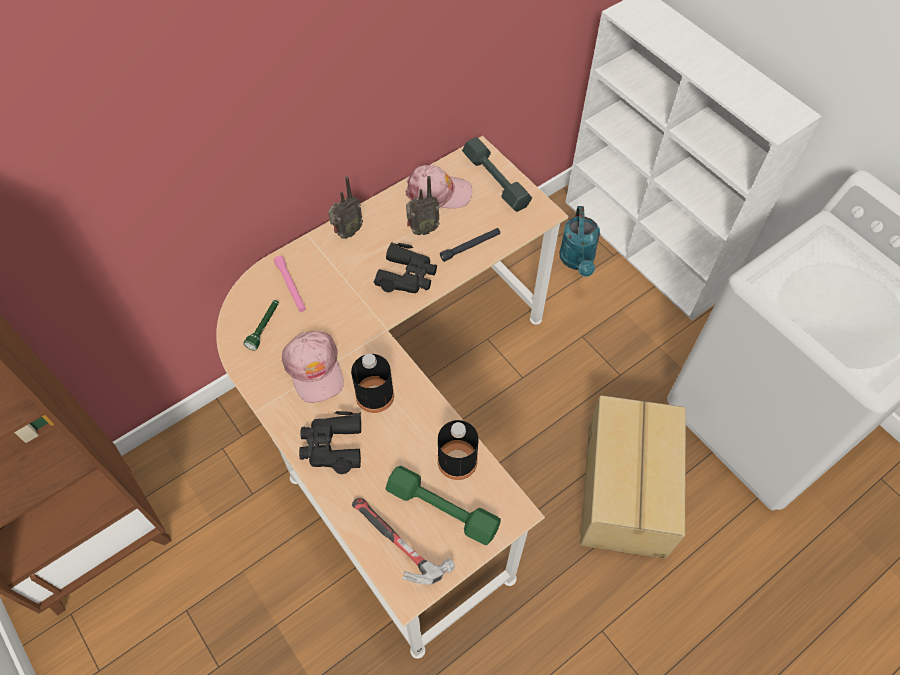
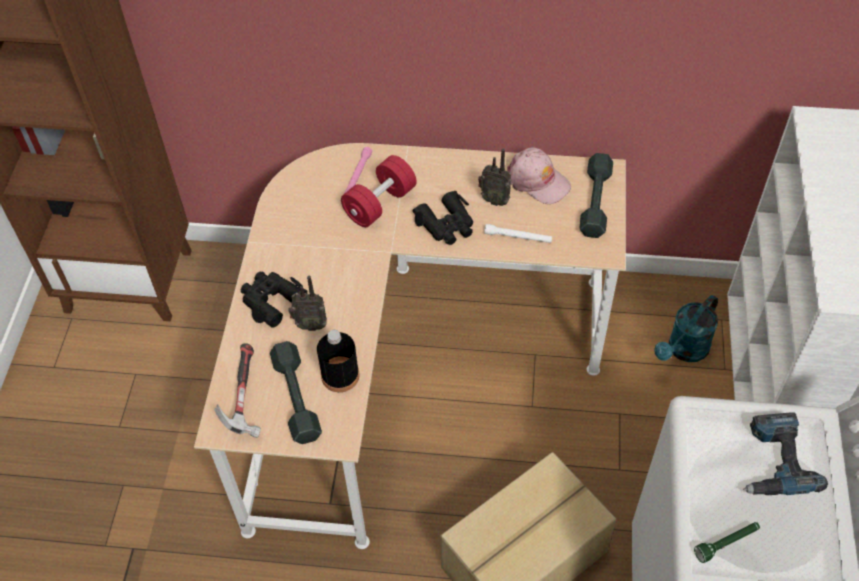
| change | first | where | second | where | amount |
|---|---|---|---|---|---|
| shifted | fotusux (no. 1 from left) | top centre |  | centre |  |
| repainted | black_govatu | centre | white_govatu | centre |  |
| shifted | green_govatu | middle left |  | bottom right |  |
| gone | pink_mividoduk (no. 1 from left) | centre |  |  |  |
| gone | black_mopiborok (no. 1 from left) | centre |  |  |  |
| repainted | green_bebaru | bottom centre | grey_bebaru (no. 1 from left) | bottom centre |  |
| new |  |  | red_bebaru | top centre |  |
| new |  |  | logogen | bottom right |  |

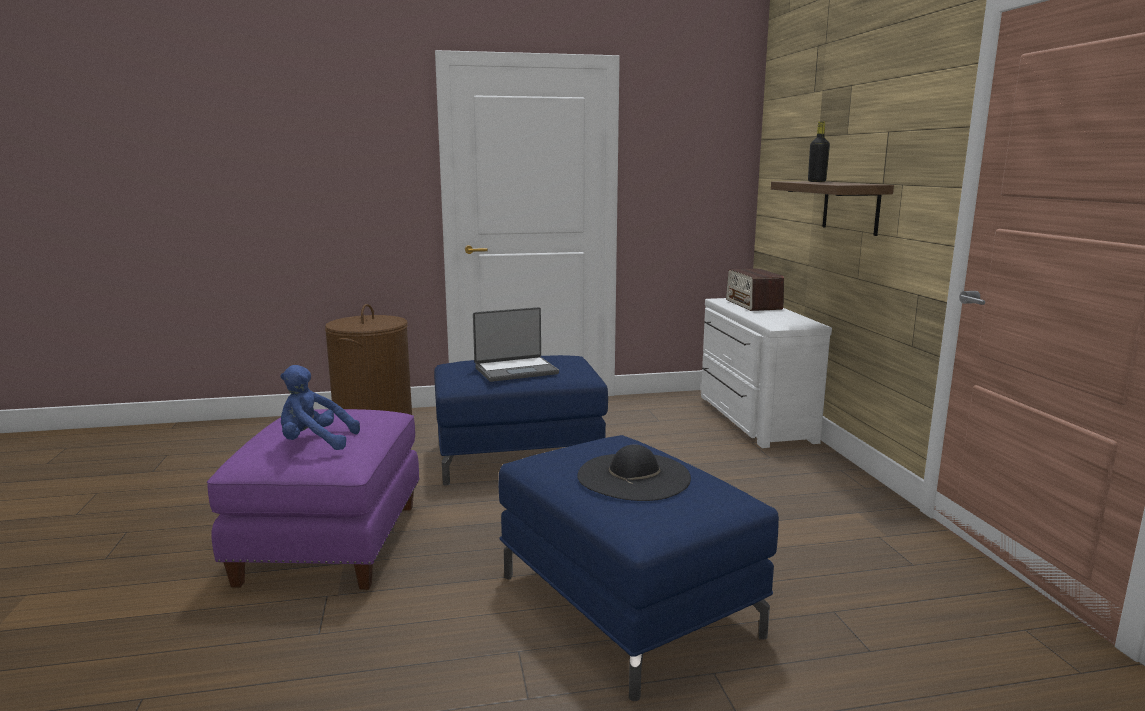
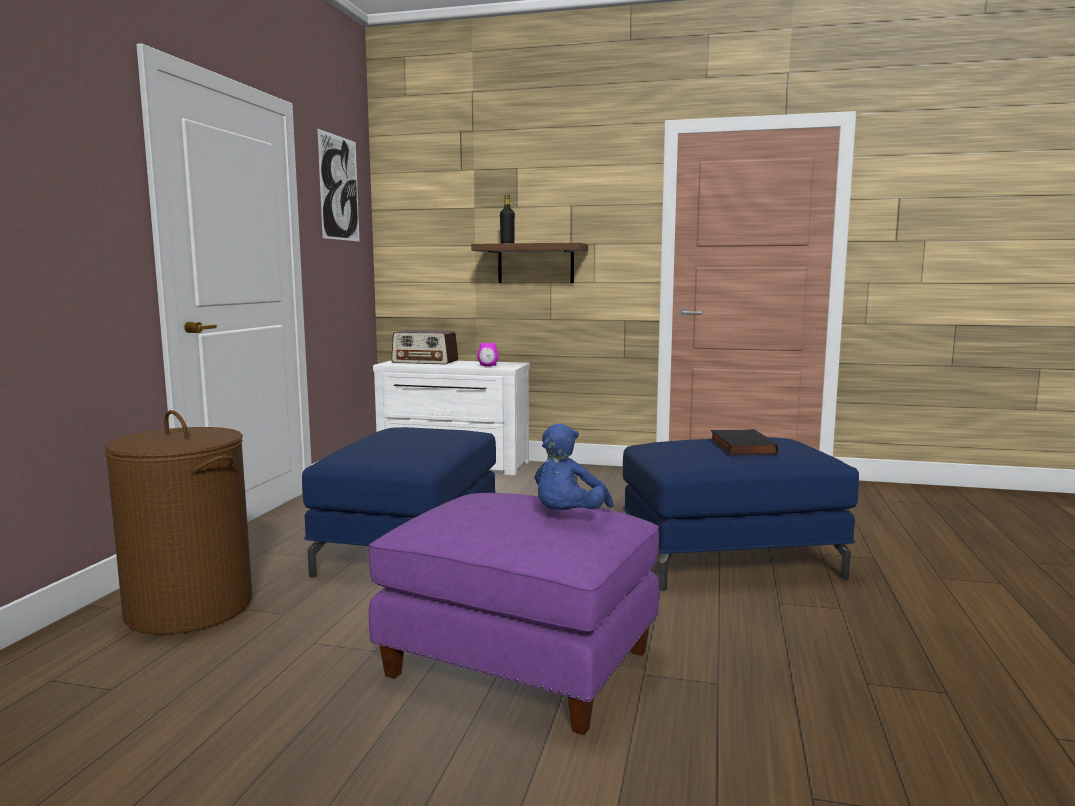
| change | first | where | second | where | amount |
|---|---|---|---|---|---|
| gone | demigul | centre |  |  |  |
| swapped | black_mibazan | centre | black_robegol | middle right |  |
| new |  |  | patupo | top left |  |
| new |  |  | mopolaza | centre |  |

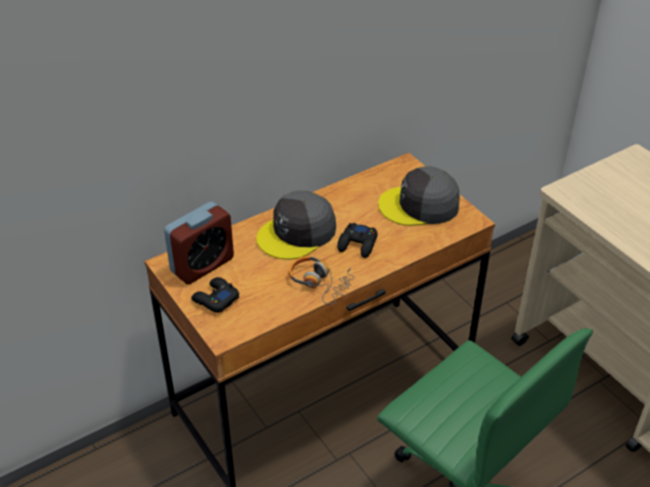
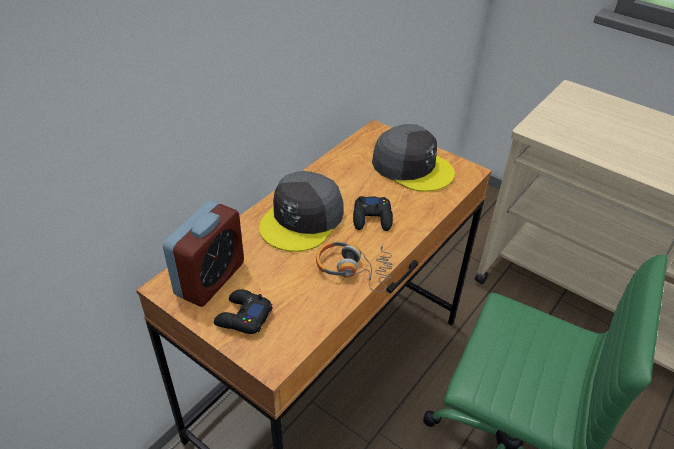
| change | first | where | second | where | amount |
|---|---|---|---|---|---|
| rotated | grey_mividoduk (no. 2 from left) | centre |  | centre | 120 degrees counterclockwise |

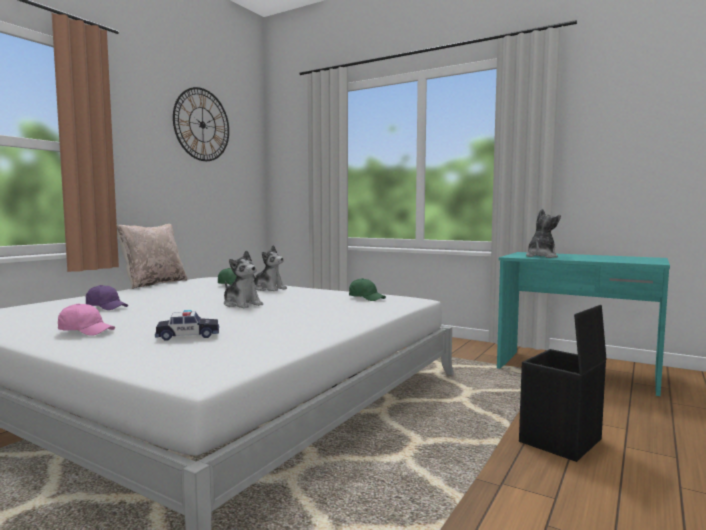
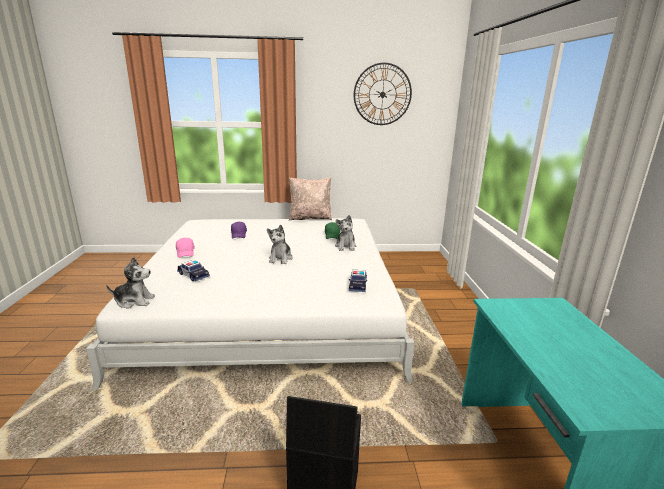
| change | first | where | second | where | amount |
|---|---|---|---|---|---|
| shifted | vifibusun (no. 3 from left in the first image) | middle right | vifibusun (no. 1 from left) | middle left |  |
| swapped | green_mividoduk (no. 2 from left) | centre | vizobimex (no. 2 from left) | centre |  |

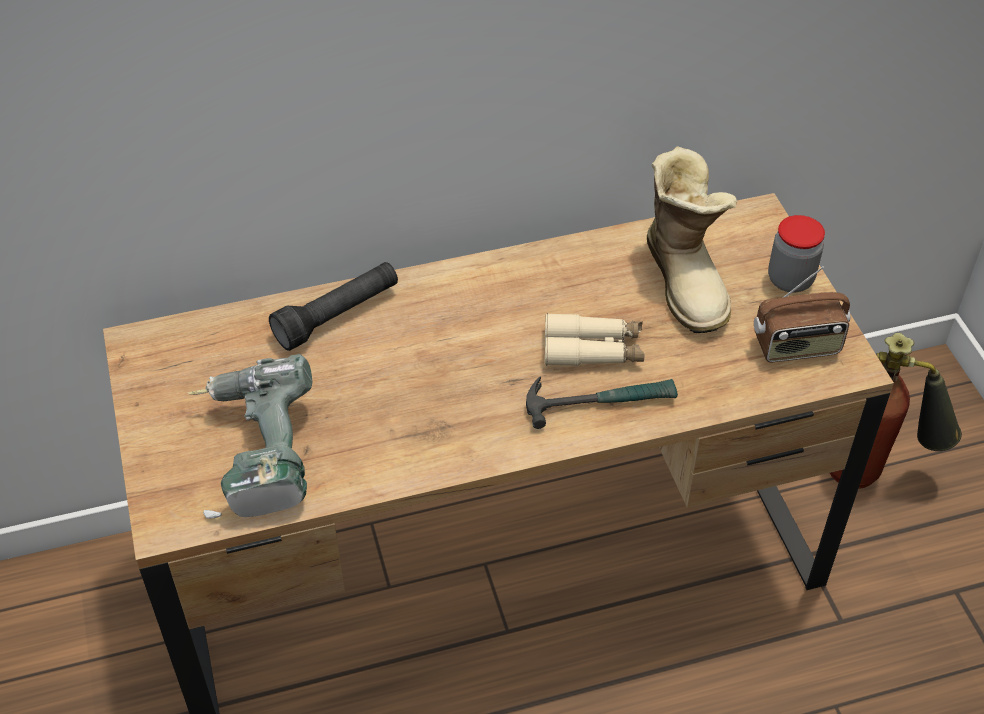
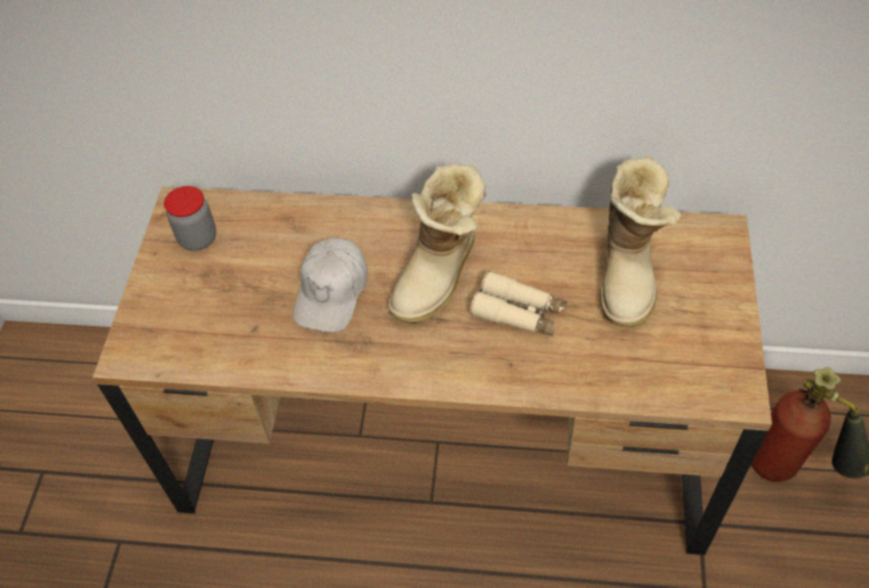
| change | first | where | second | where | amount |
|---|---|---|---|---|---|
| shifted | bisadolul | middle right |  | middle left |  |
| gone | black_govatu | centre |  |  |  |
| gone | fotusux | middle right |  |  |  |
| gone | logogen | middle left |  |  |  |
| gone | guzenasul | centre |  |  |  |
| new |  |  | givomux (no. 1 from left) | centre |  |
| new |  |  | white_mividoduk | centre |  |

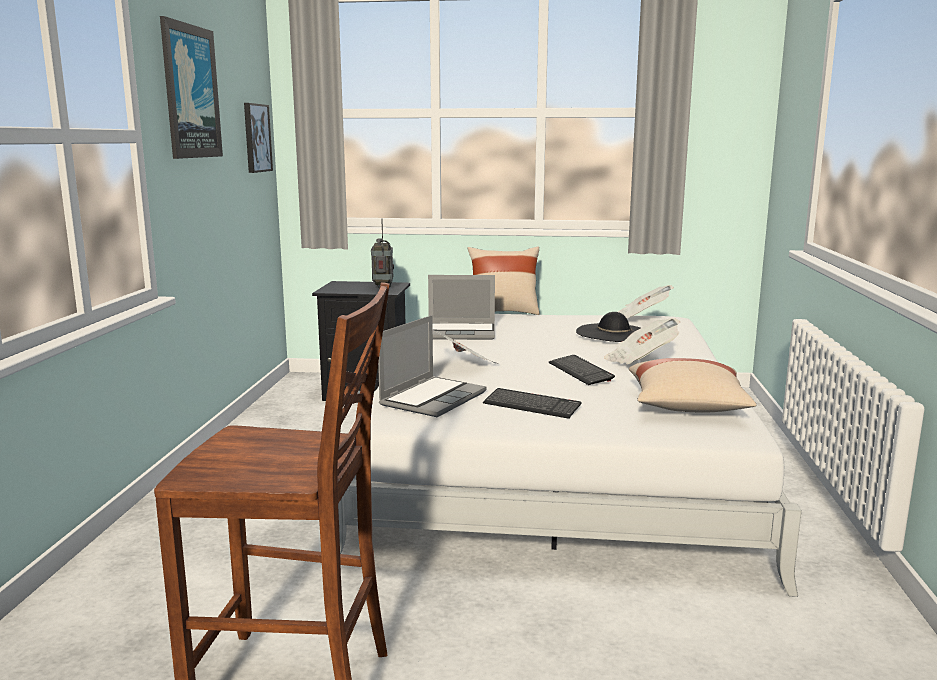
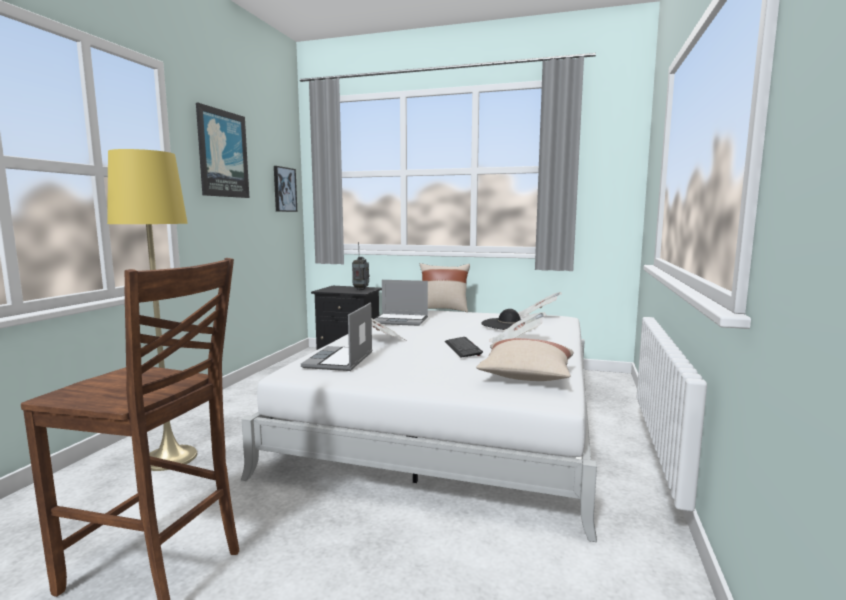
| change | first | where | second | where | amount |
|---|---|---|---|---|---|
| rotated | demigul (no. 1 from left) | centre |  | centre | 150 degrees clockwise |
| gone | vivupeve (no. 1 from left) | centre |  |  |  |
| new |  |  | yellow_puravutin | middle left |  |

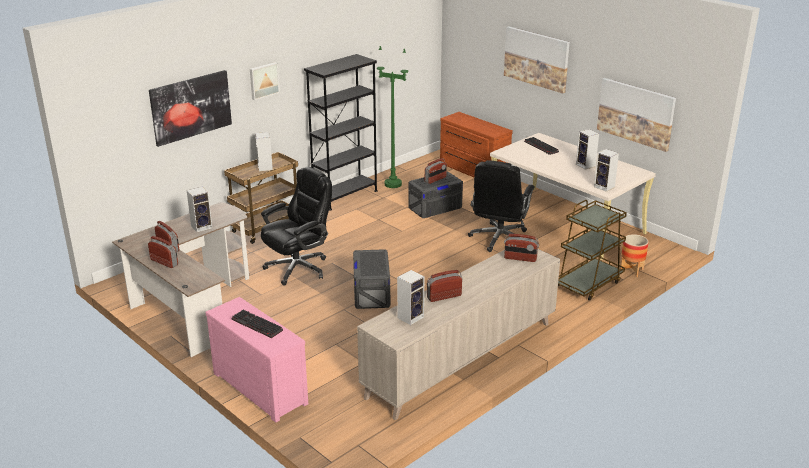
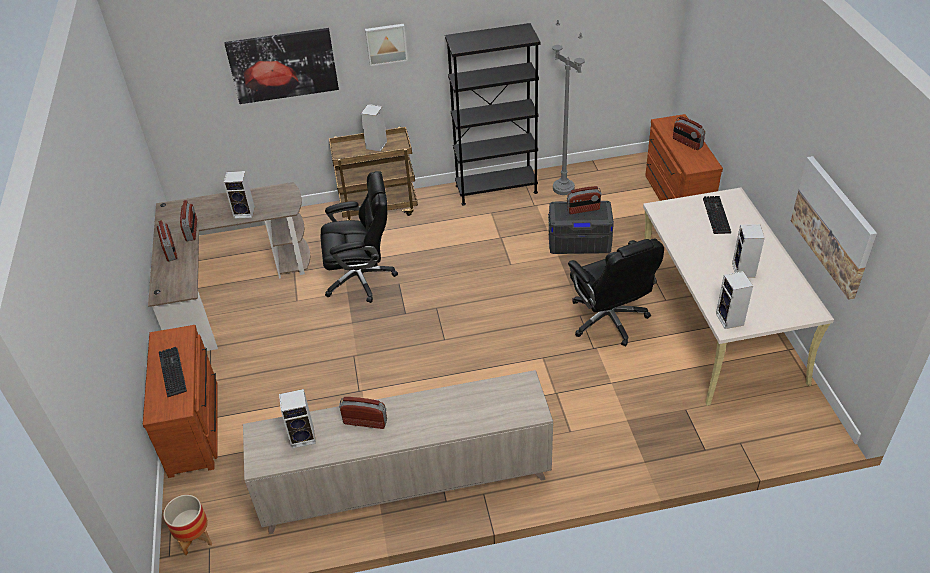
| change | first | where | second | where | amount |
|---|---|---|---|---|---|
| gone | patupo (no. 3 from left) | top centre |  |  |  |
| repainted | green_puravutin | top centre | grey_puravutin | top centre |  |
| rotated | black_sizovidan (no. 2 from left) | centre |  | centre | 75 degrees counterclockwise |
| gone | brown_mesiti (no. 2 from left) | middle right |  |  |  |
| shifted | fotusux (no. 5 from left) | centre |  | top right |  |
| shifted | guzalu | middle right |  | bottom left |  |
| gone | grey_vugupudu (no. 1 from left) | centre |  |  |  |
| repainted | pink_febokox | bottom left | brown_febokox (no. 1 from left) | bottom left |  |

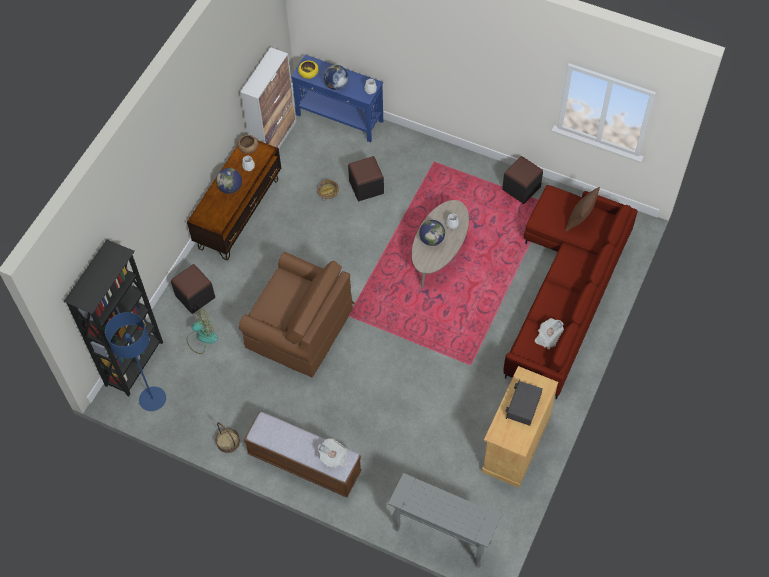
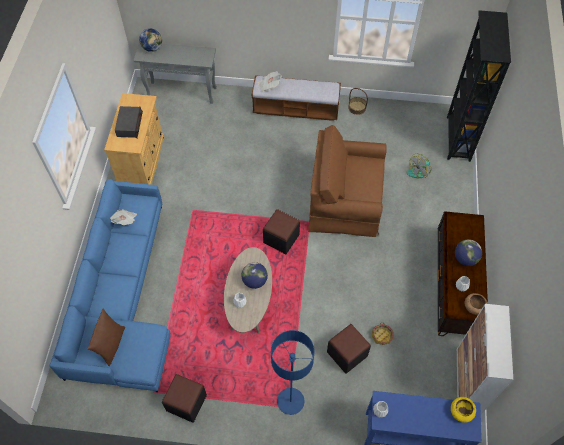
| change | first | where | second | where | amount |
|---|---|---|---|---|---|
| shifted | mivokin (no. 2 from left in the first image) | top centre | mivokin (no. 1 from left) | top left |  |
| repainted | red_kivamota | middle right | blue_kivamota | middle left |  |
| shifted | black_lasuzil (no. 1 from left in the first image) | middle left | black_lasuzil (no. 2 from left) | centre |  |
| shifted | blue_puravutin | middle left |  | bottom centre |  |

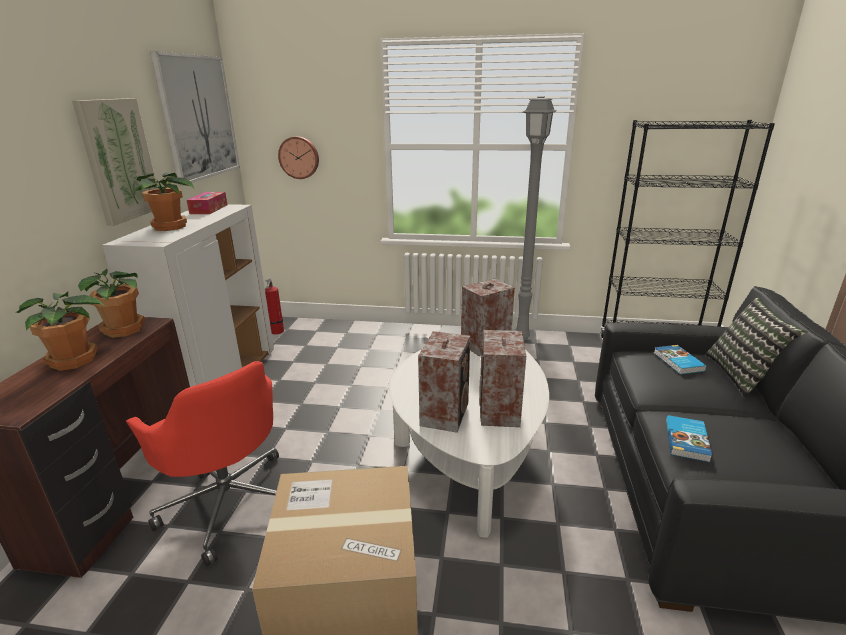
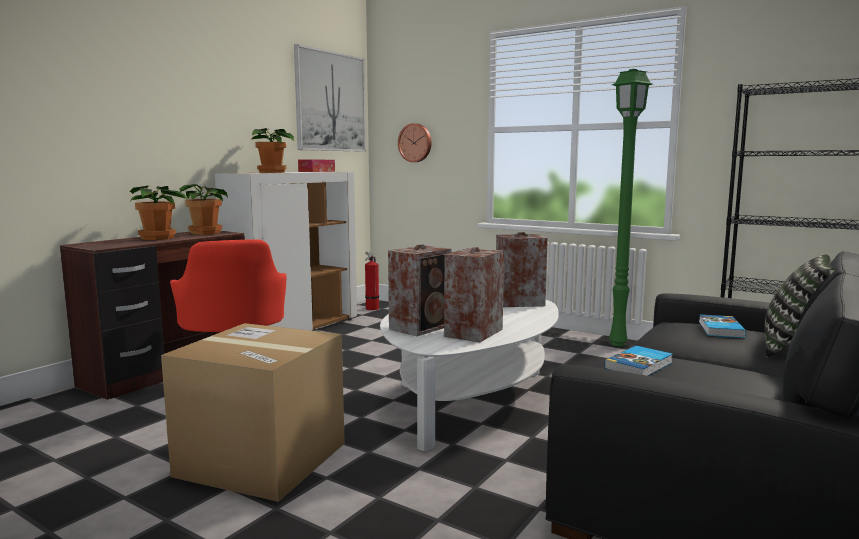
| change | first | where | second | where | amount |
|---|---|---|---|---|---|
| repainted | grey_puravutin | centre | green_puravutin | middle right |  |
| gone | patupo (no. 1 from left) | top left |  |  |  |

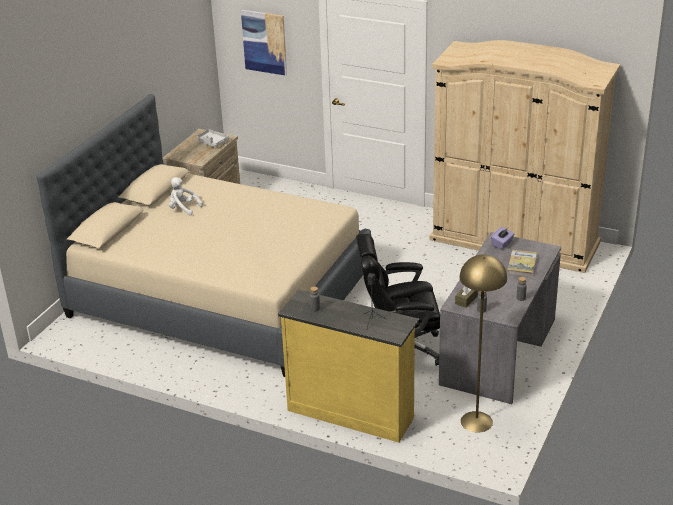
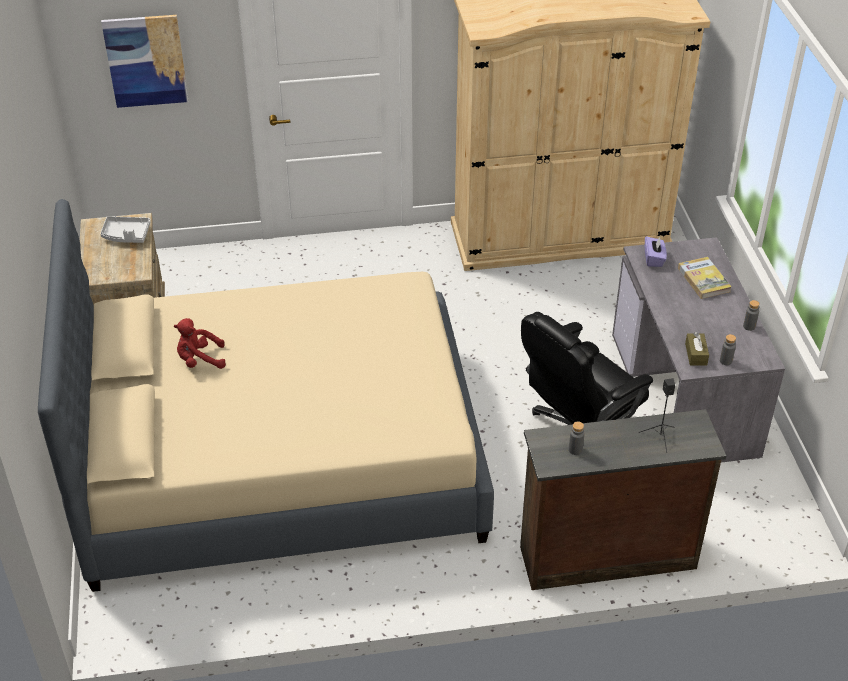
| change | first | where | second | where | amount |
|---|---|---|---|---|---|
| repainted | white_vifibusun | middle left | red_vifibusun | middle left |  |
| gone | yellow_puravutin | bottom right |  |  |  |
| repainted | yellow_febokox | bottom centre | brown_febokox | bottom right |  |

